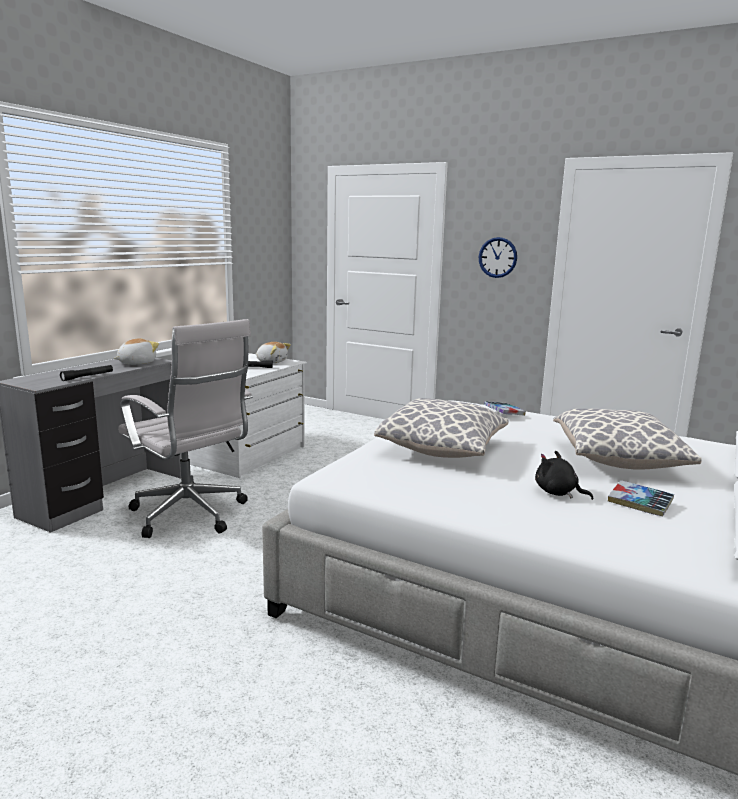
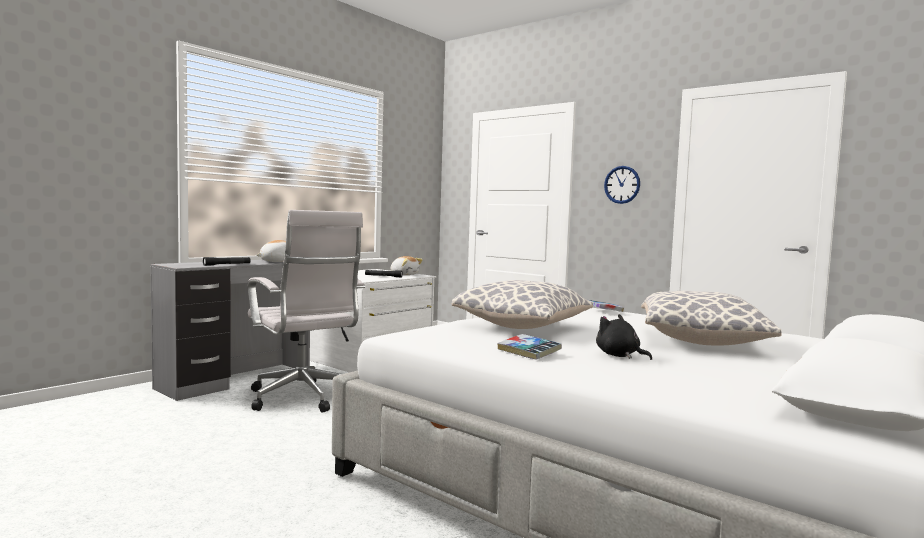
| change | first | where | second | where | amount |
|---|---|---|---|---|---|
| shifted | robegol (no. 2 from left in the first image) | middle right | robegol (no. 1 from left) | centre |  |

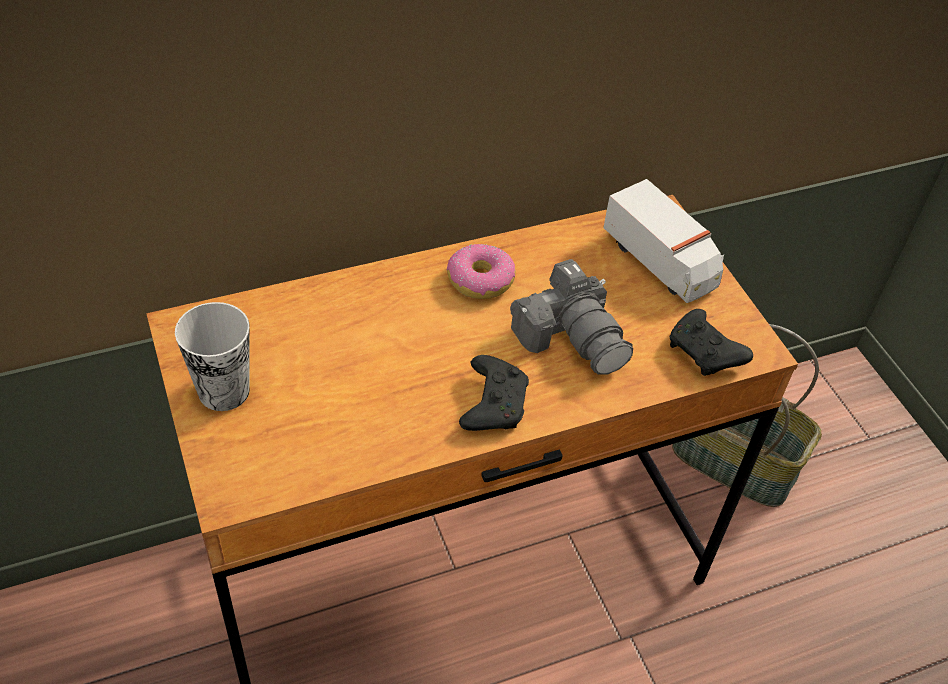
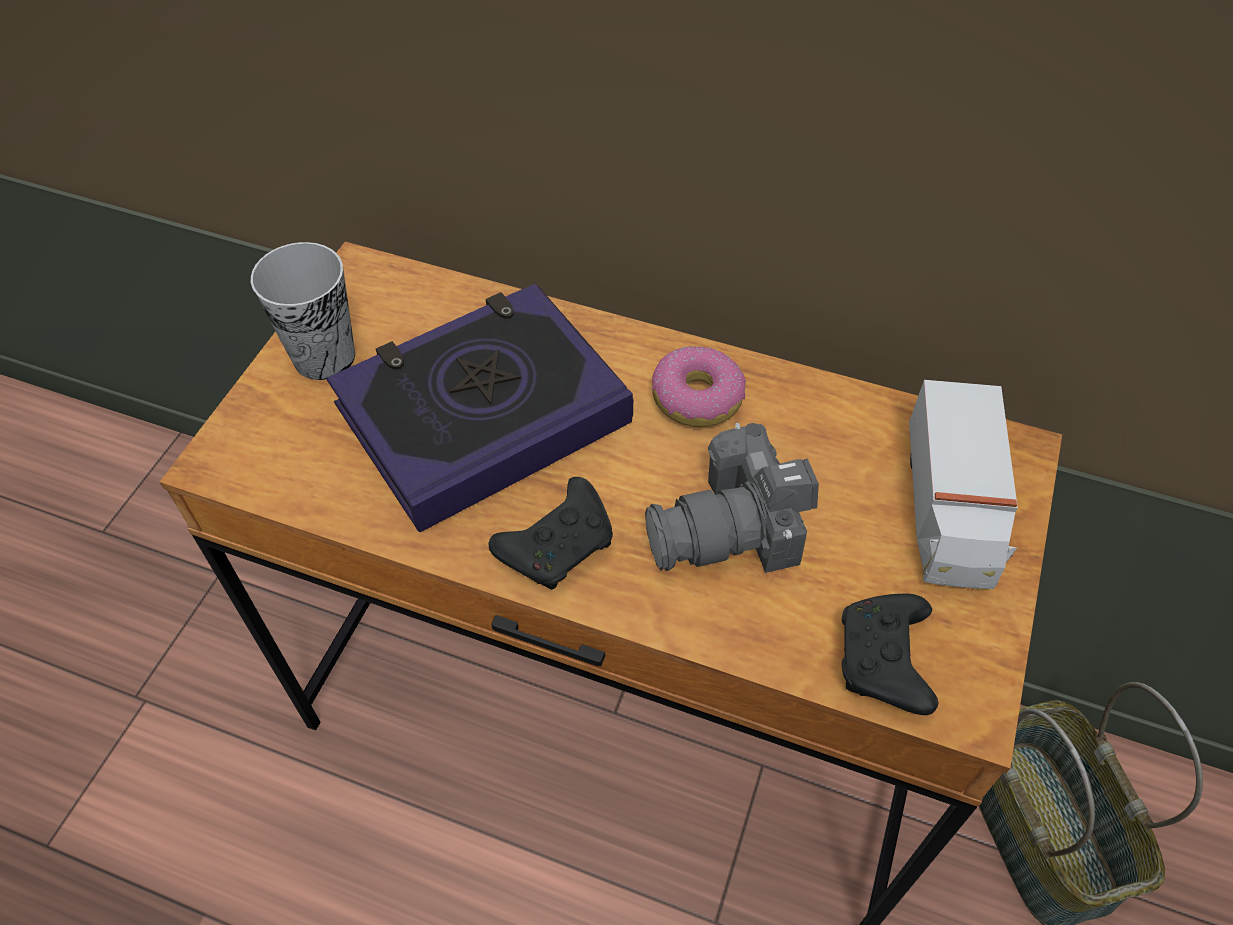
| change | first | where | second | where | amount |
|---|---|---|---|---|---|
| rotated | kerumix | centre |  | centre | 60 degrees clockwise |
| new |  |  | robegol | centre |  |

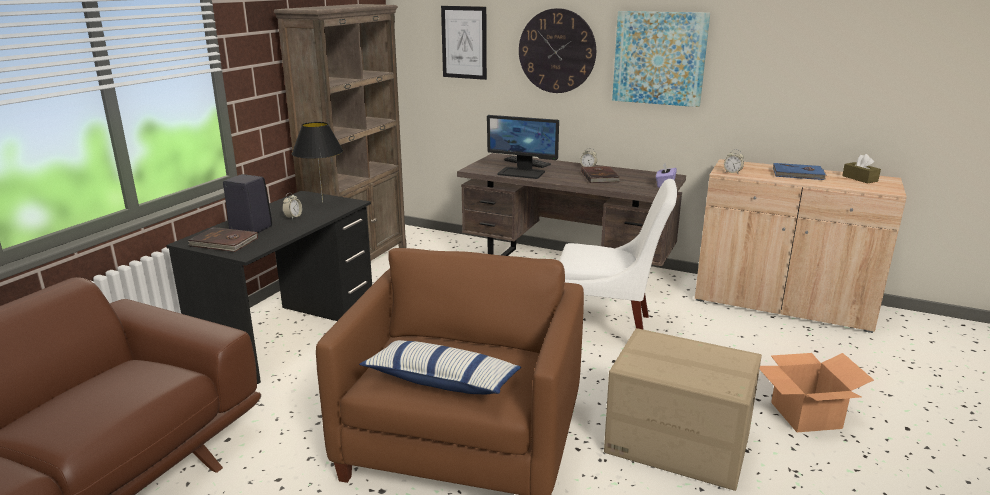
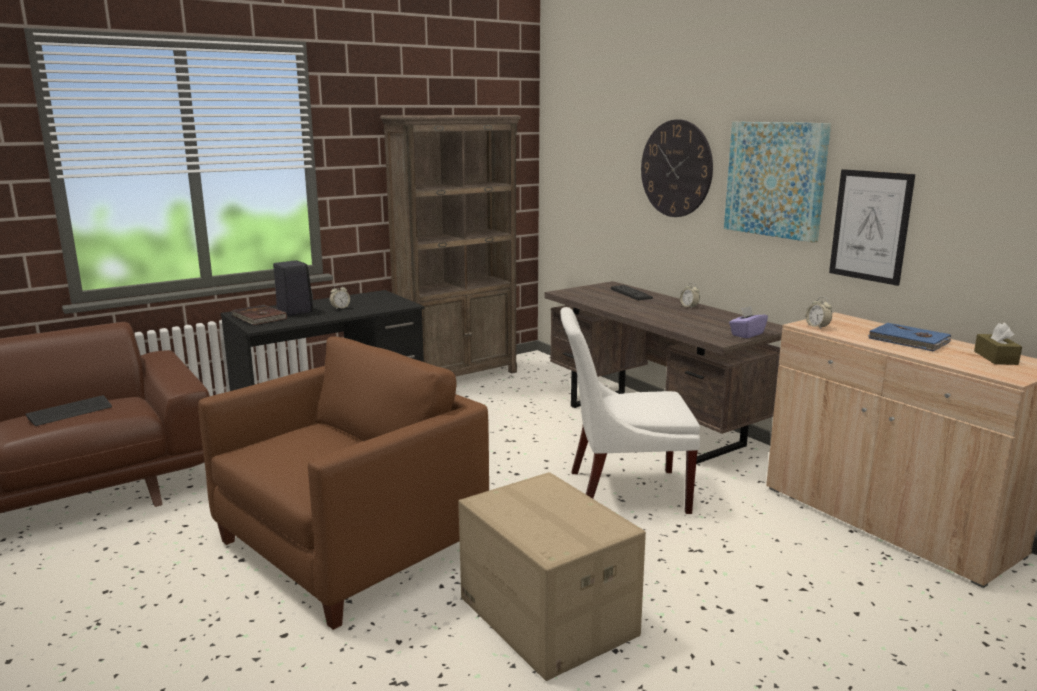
| change | first | where | second | where | amount |
|---|---|---|---|---|---|
| shifted | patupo (no. 1 from left in the first image) | top centre | patupo (no. 2 from left) | top right |  |
| gone | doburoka | top centre |  |  |  |
| gone | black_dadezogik | top left |  |  |  |
| gone | brown_robegol (no. 2 from left) | centre |  |  |  |
| rotated | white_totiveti | centre |  | centre | 135 degrees clockwise |
| gone | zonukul | bottom centre |  |  |  |
| gone | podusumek (no. 2 from left) | bottom right |  |  |  |
| new |  |  | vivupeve (no. 1 from left) | middle left |  |

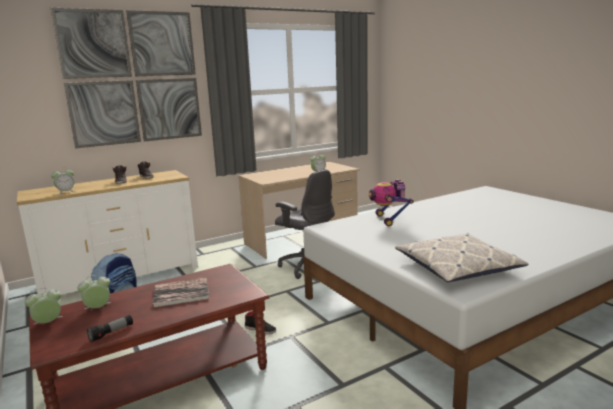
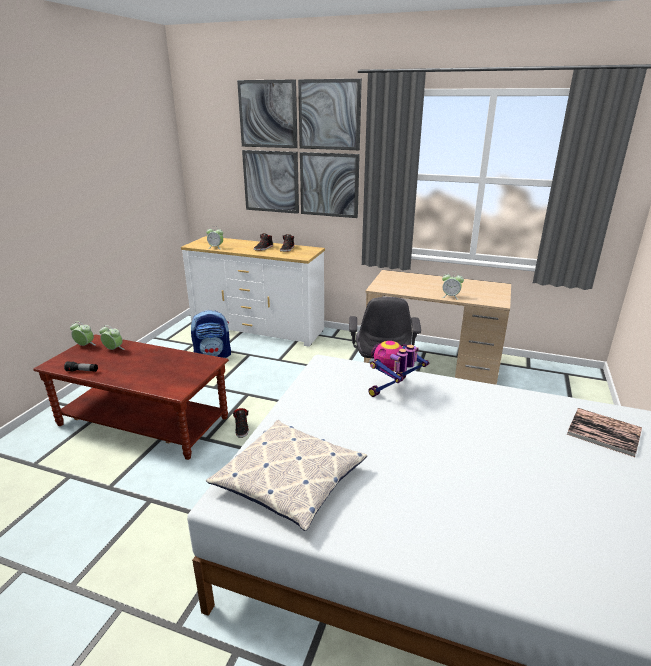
| change | first | where | second | where | amount |
|---|---|---|---|---|---|
| shifted | robegol | bottom left |  | middle right |  |

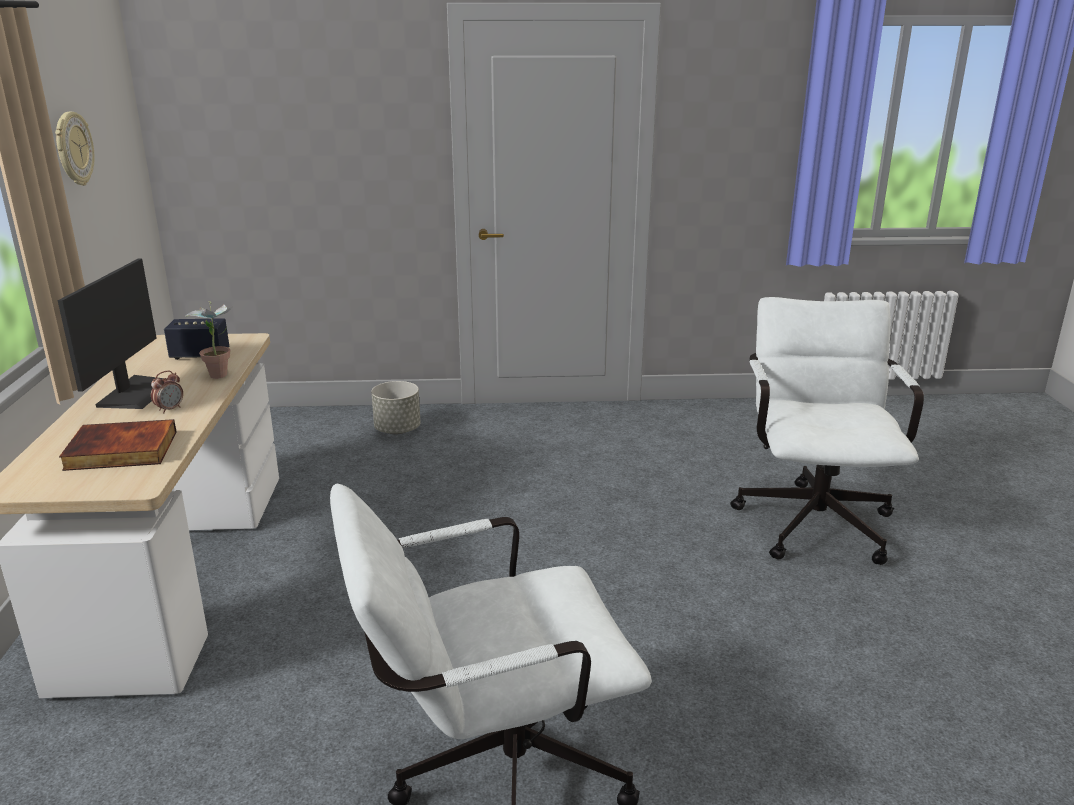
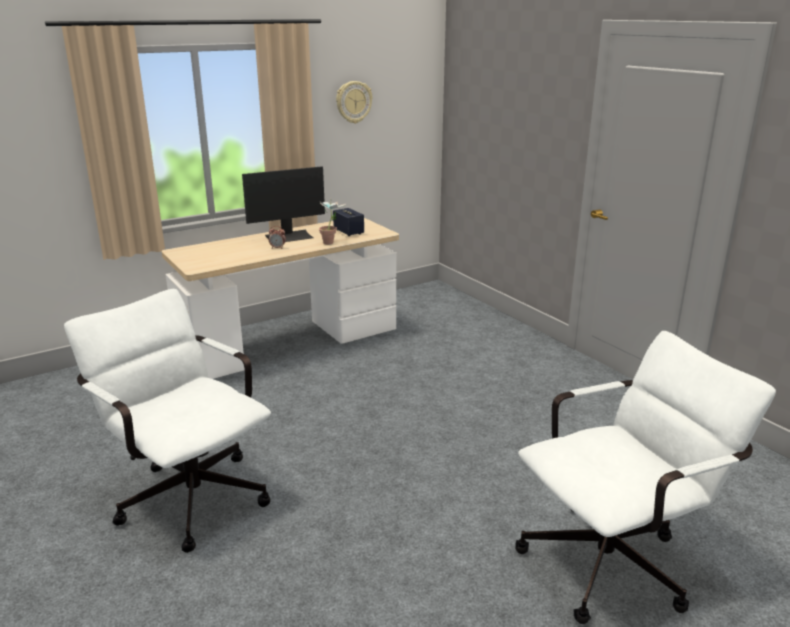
| change | first | where | second | where | amount |
|---|---|---|---|---|---|
| gone | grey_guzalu | centre |  |  |  |
| gone | robegol | middle left |  |  |  |

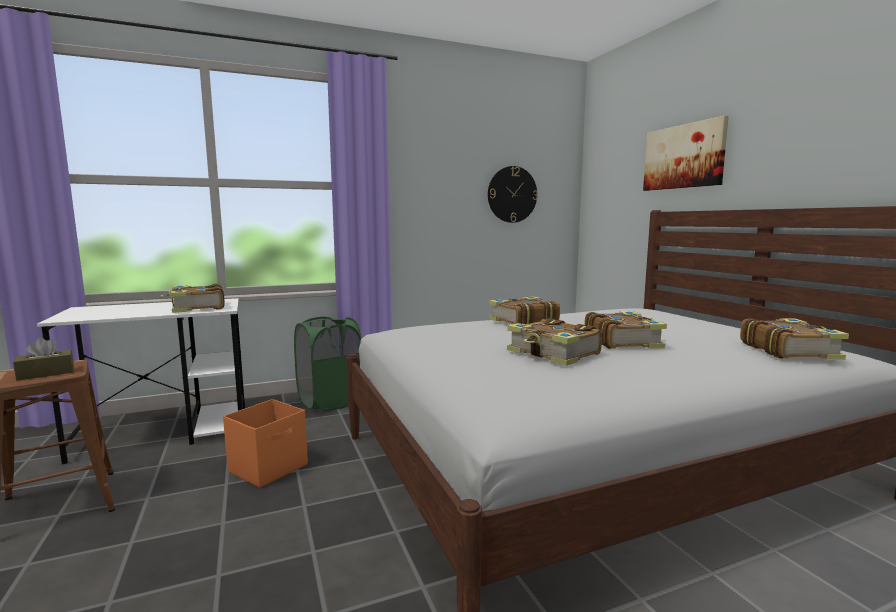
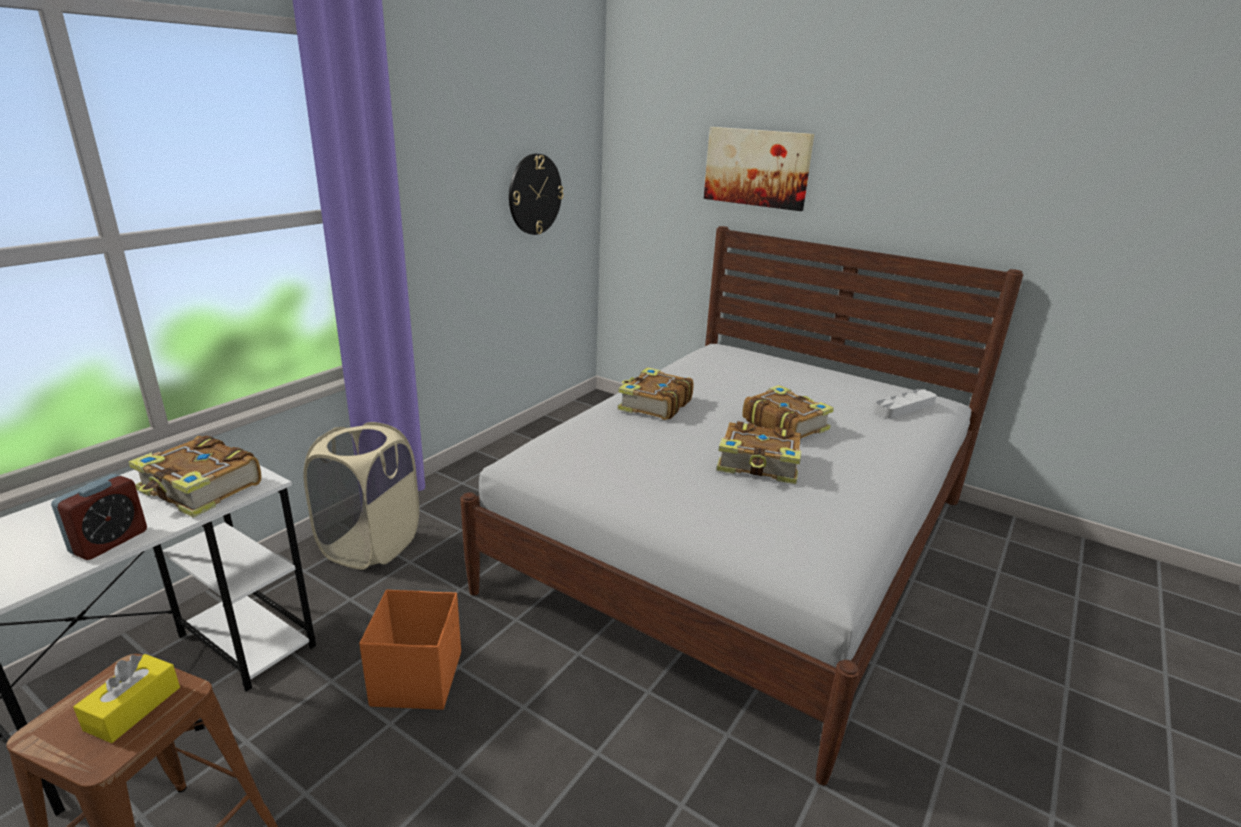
| change | first | where | second | where | amount |
|---|---|---|---|---|---|
| repainted | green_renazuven | centre | beige_renazuven | middle left |  |
| swapped | robegol (no. 5 from left) | middle right | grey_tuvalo | middle right |  |
| repainted | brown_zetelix | middle left | yellow_zetelix | bottom left |  |
| new |  |  | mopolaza | middle left |  |

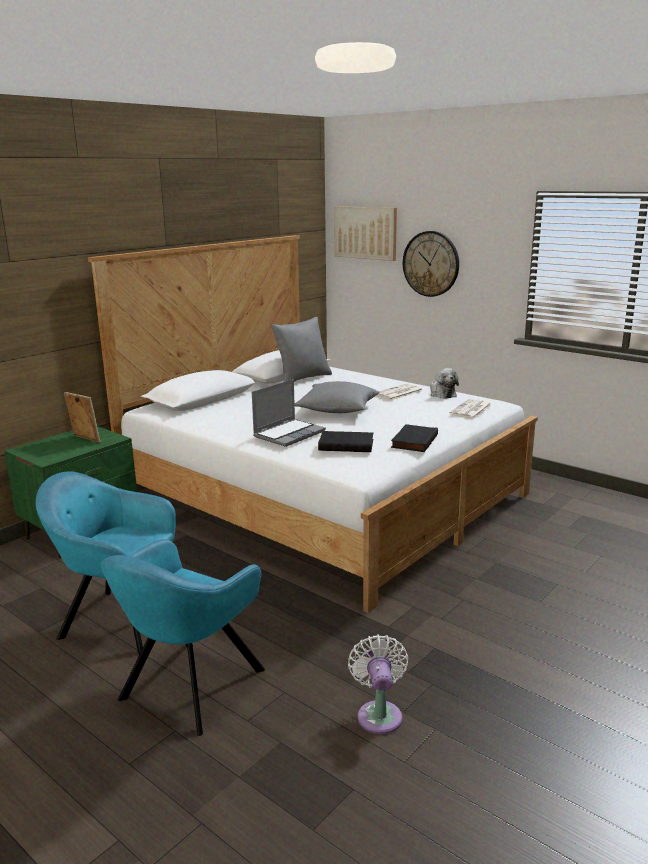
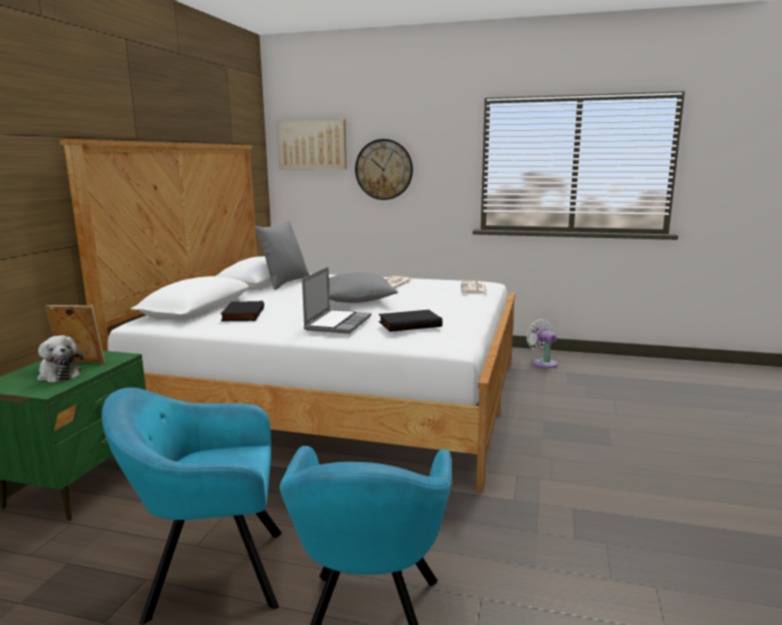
| change | first | where | second | where | amount |
|---|---|---|---|---|---|
| shifted | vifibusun | middle right |  | middle left |  |
| shifted | black_robegol (no. 2 from left in the first image) | centre | black_robegol (no. 1 from left) | middle left |  |
| shifted | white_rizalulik | bottom centre |  | middle right |  |

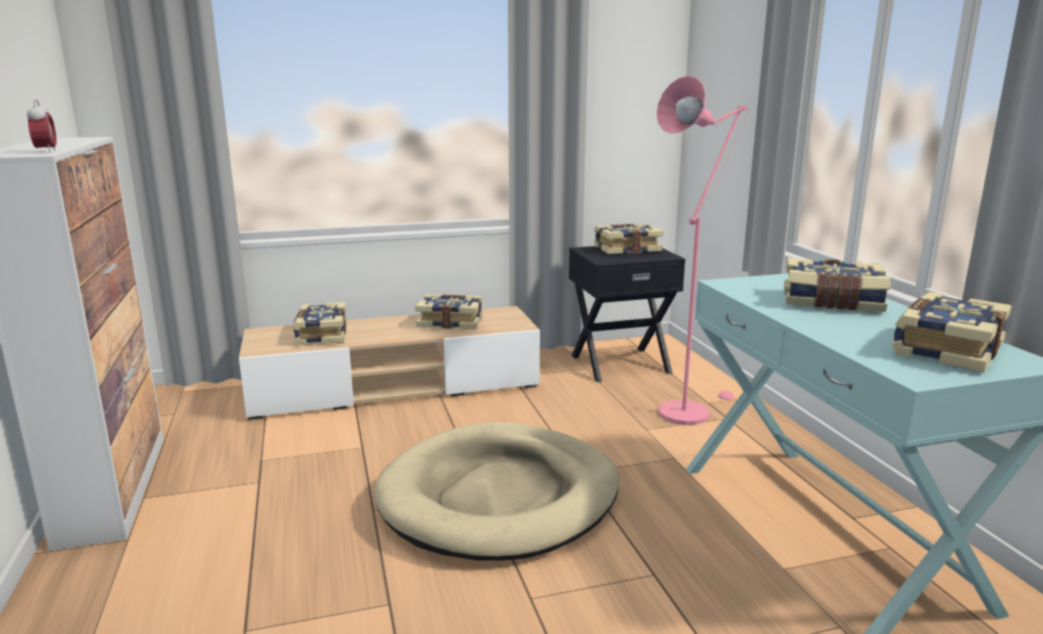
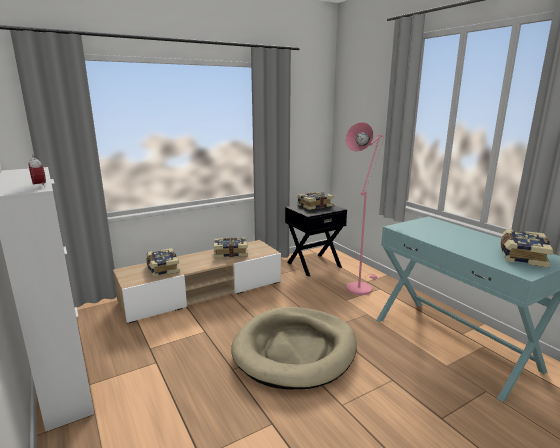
| change | first | where | second | where | amount |
|---|---|---|---|---|---|
| gone | robegol (no. 4 from left) | middle right |  |  |  |

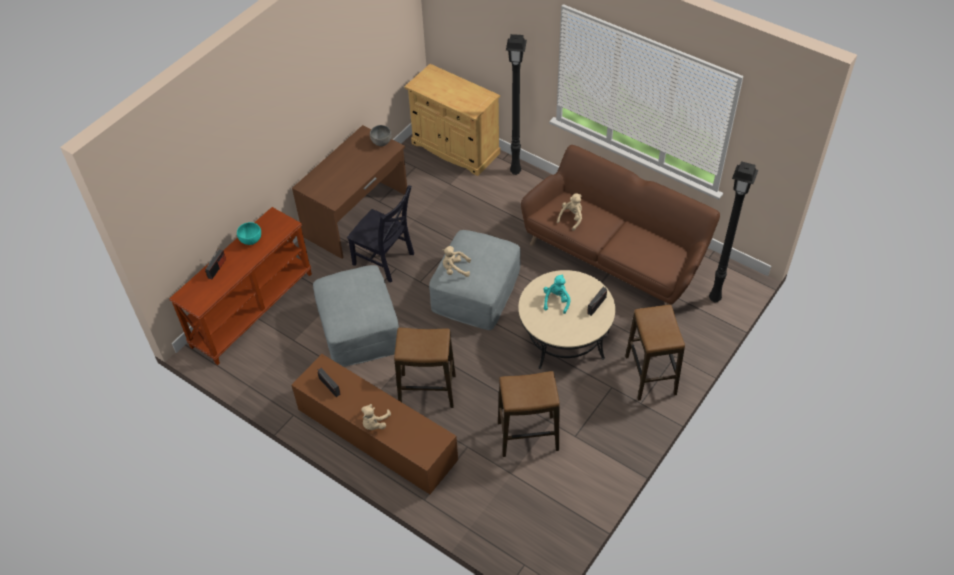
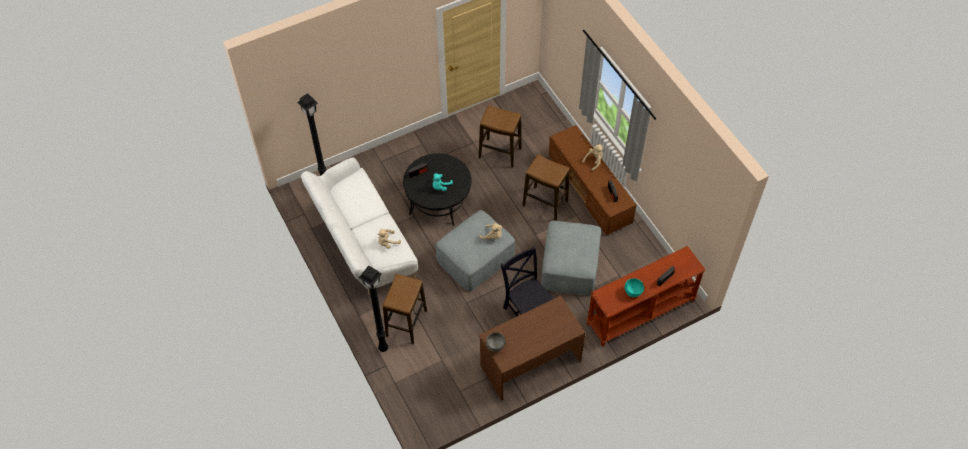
| change | first | where | second | where | amount |
|---|---|---|---|---|---|
| gone | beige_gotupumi | top centre |  |  |  |
| repainted | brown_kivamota | centre | white_kivamota | centre |  |
| repainted | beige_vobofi | centre | black_vobofi | centre |  |
| shifted | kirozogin (no. 3 from left in the first image) | middle right | kirozogin (no. 1 from left) | bottom centre |  |

